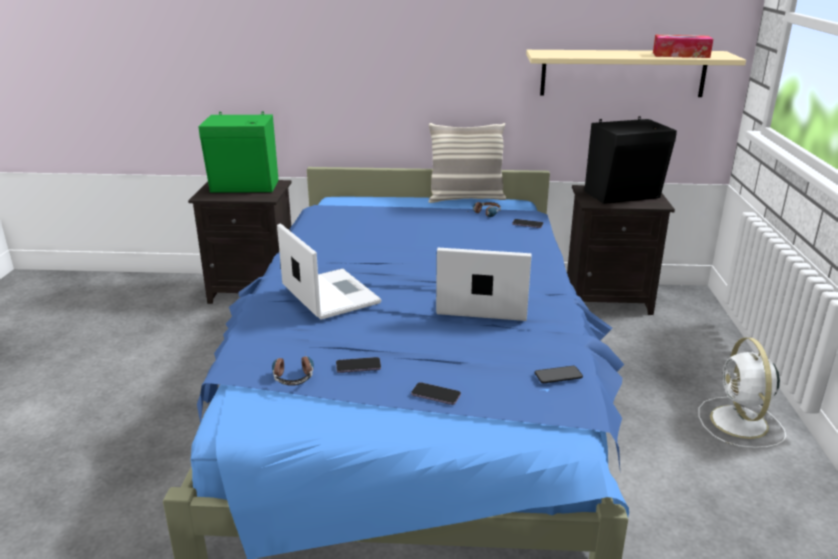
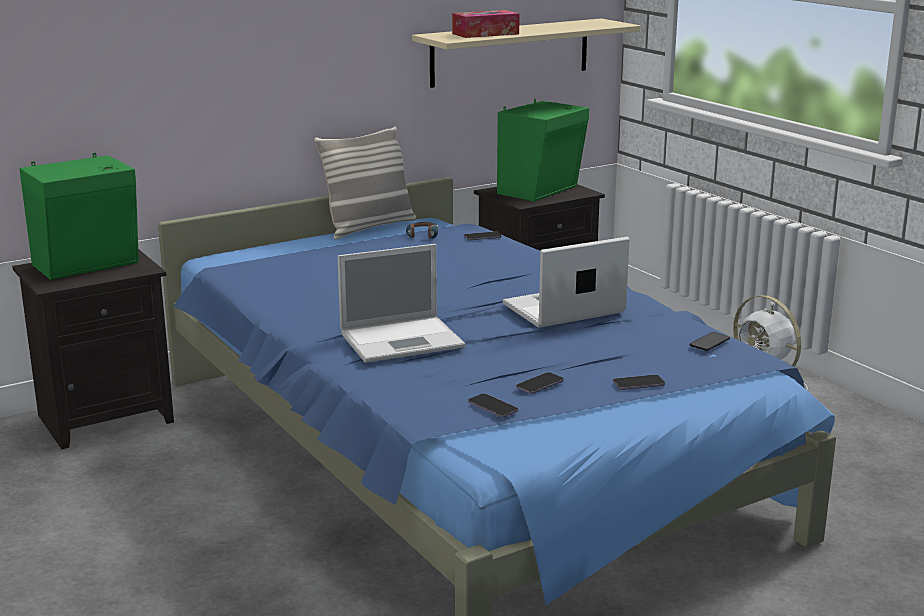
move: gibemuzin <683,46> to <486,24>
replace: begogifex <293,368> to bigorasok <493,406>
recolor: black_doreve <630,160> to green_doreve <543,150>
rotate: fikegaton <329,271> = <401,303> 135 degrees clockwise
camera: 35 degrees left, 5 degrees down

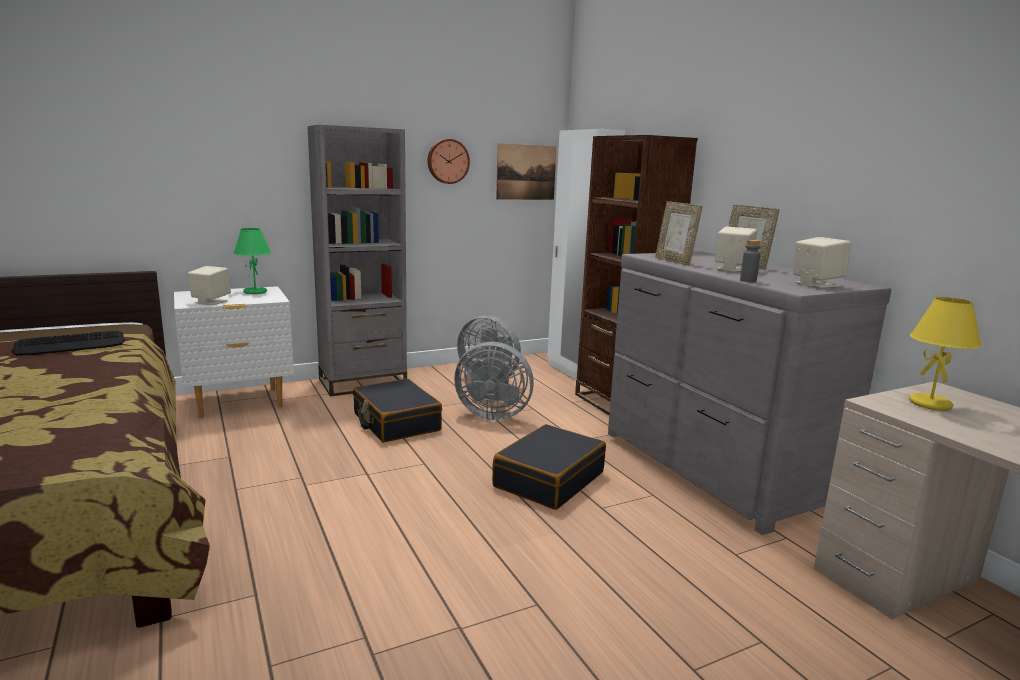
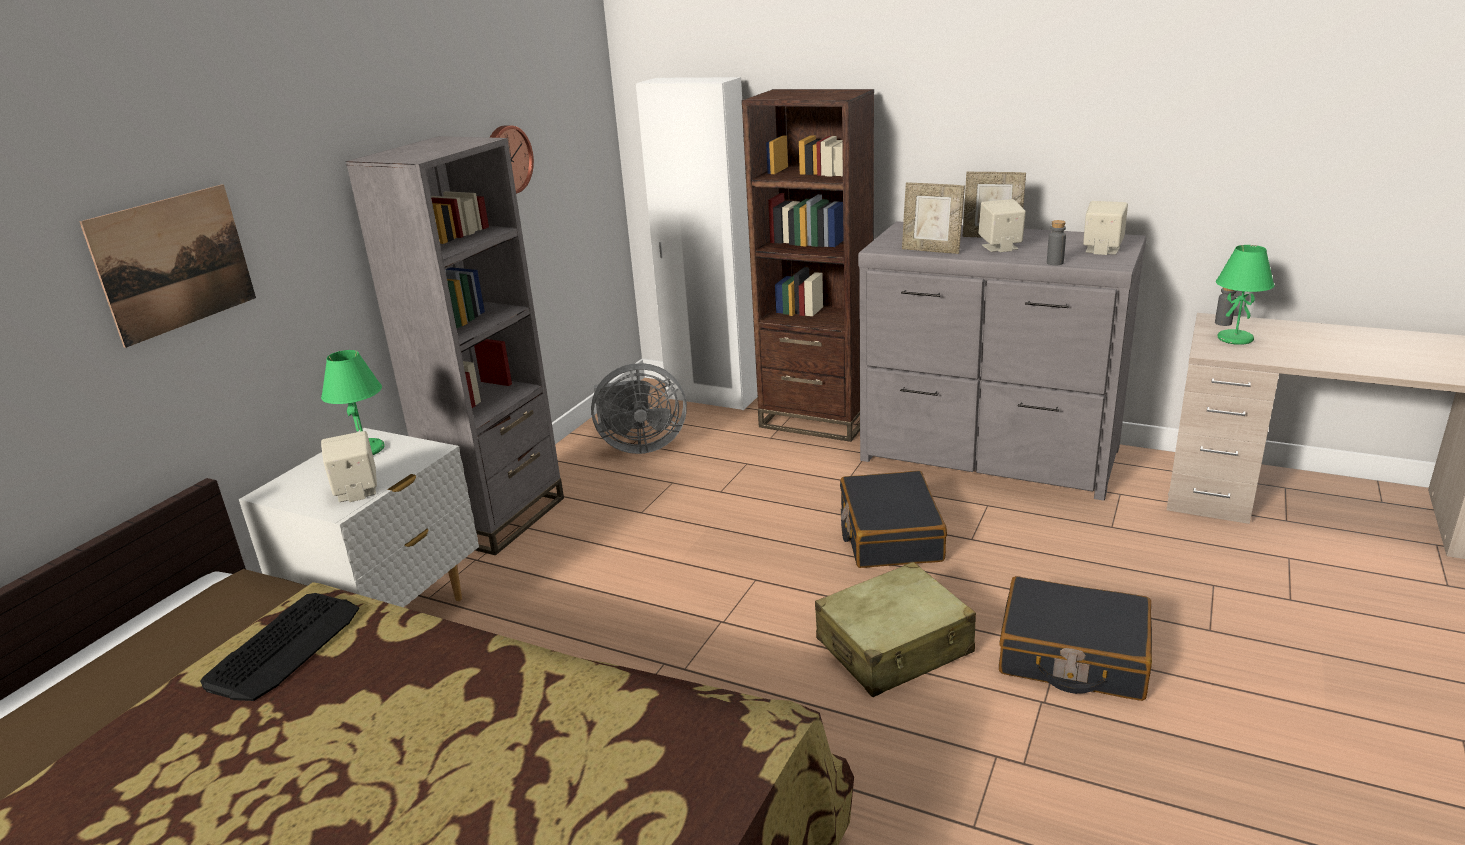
delete: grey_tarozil <494,381>
insert: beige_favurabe <895,629>; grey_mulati <1225,306>
move: black_favurabe <397,411> to <1075,638>; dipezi <526,172> to <167,266>
recolor: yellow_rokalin <945,354> to green_rokalin <1245,295>
camera: 35 degrees left, 10 degrees up

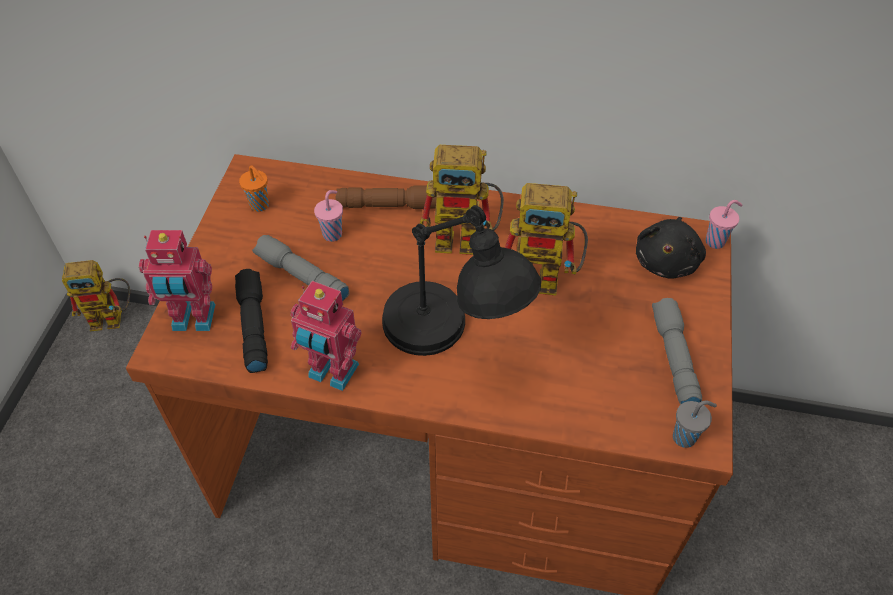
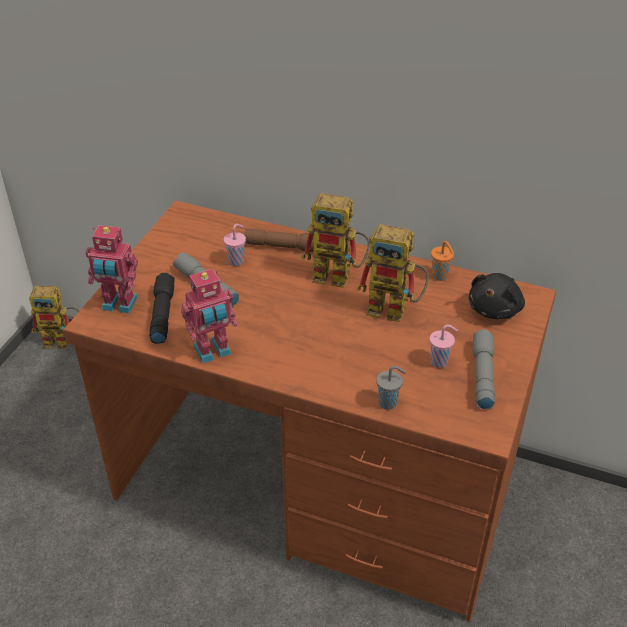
delete: black_rokalin <461,280>
move: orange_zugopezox <254,188> to <442,261>; grey_zugopezox <695,424> to <391,388>; pink_zugopezox <724,224> to <443,346>
rotate: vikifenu <326,336> = <209,316> 60 degrees counterclockwise
camera: 10 degrees right, 10 degrees down

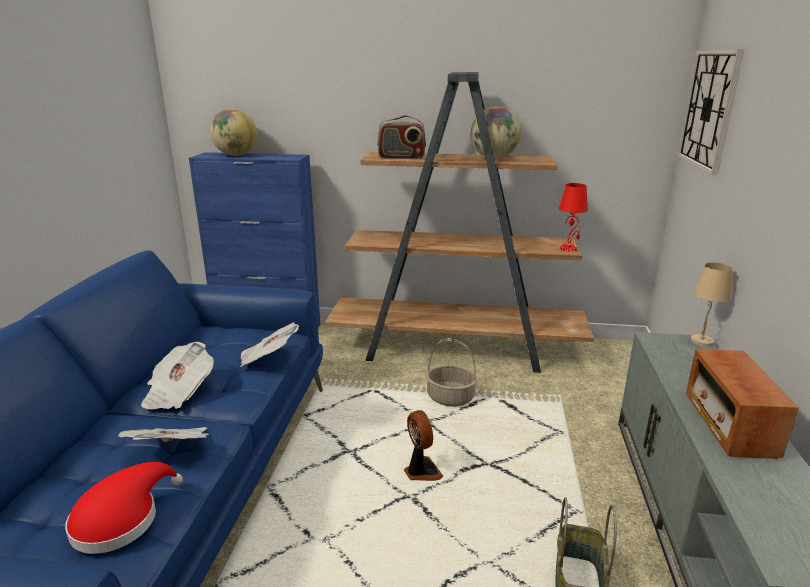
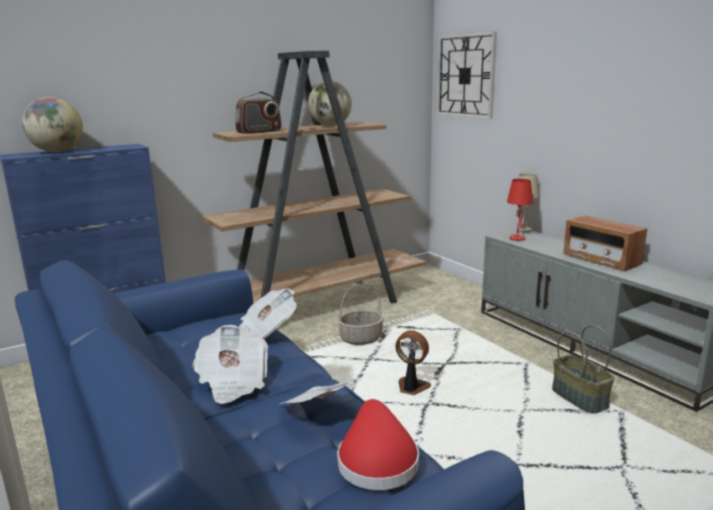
move: red_rokalin <573,217> to <520,210>
camera: 40 degrees left, 5 degrees down

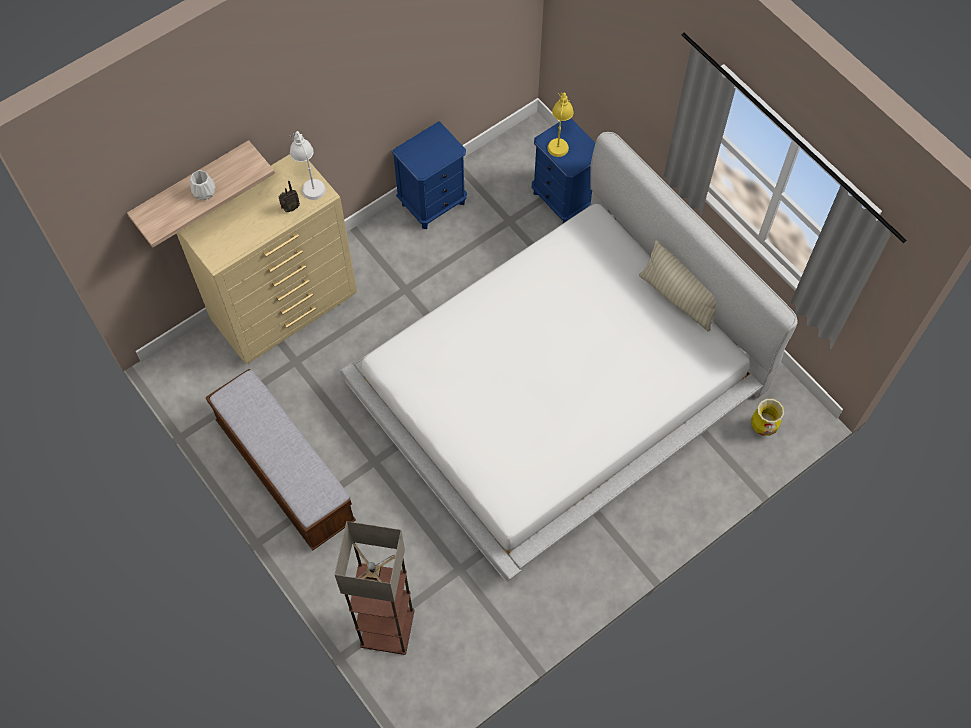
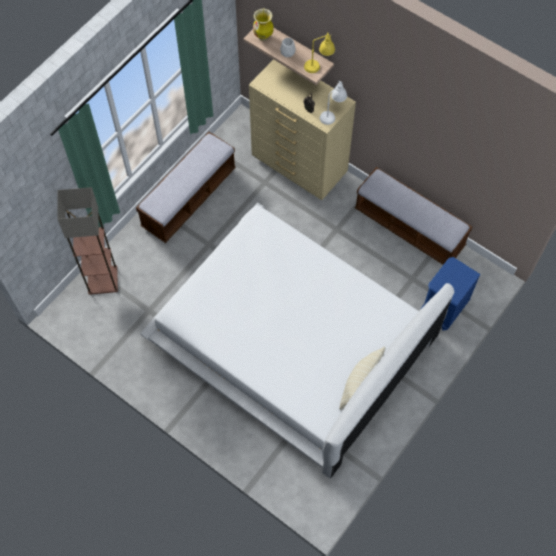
move: yellow_rokalin <560,125> to <319,53>; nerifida <767,417> to <263,24>
replace: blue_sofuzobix <429,175> to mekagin <413,216>
camera: 75 degrees right, 0 degrees up

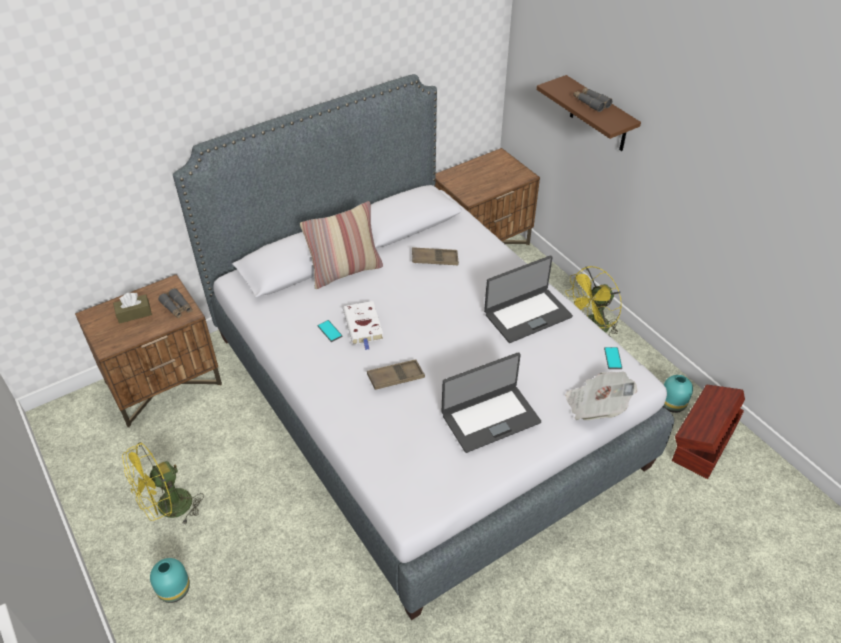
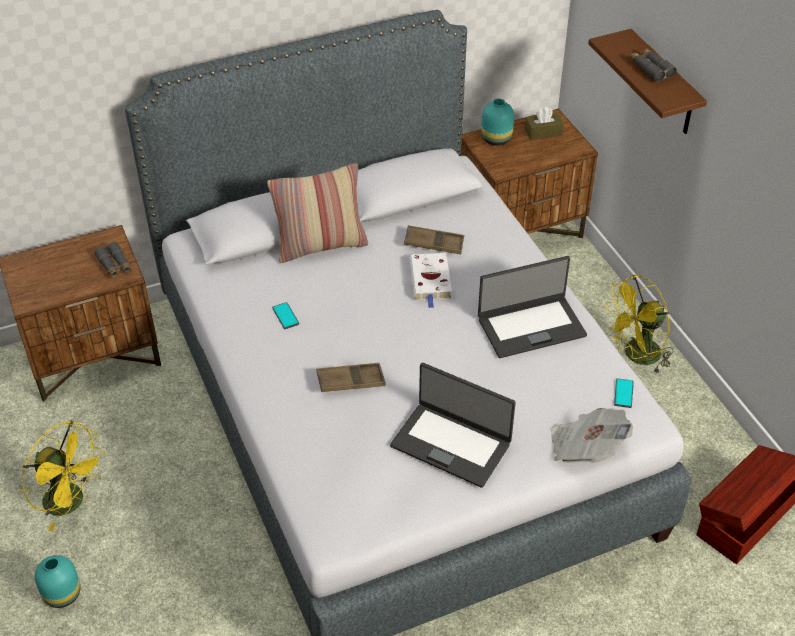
move: brown_gibemuzin <132,308> to <544,123>; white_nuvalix <363,325> to <430,280>; turquoise_nerifida <678,394> to <497,122>
rotate: yellow_tarozil <163,484> = <63,476> 120 degrees counterclockwise; fikegaton <491,402> = <453,425> 45 degrees clockwise
camera: 10 degrees right, 0 degrees up

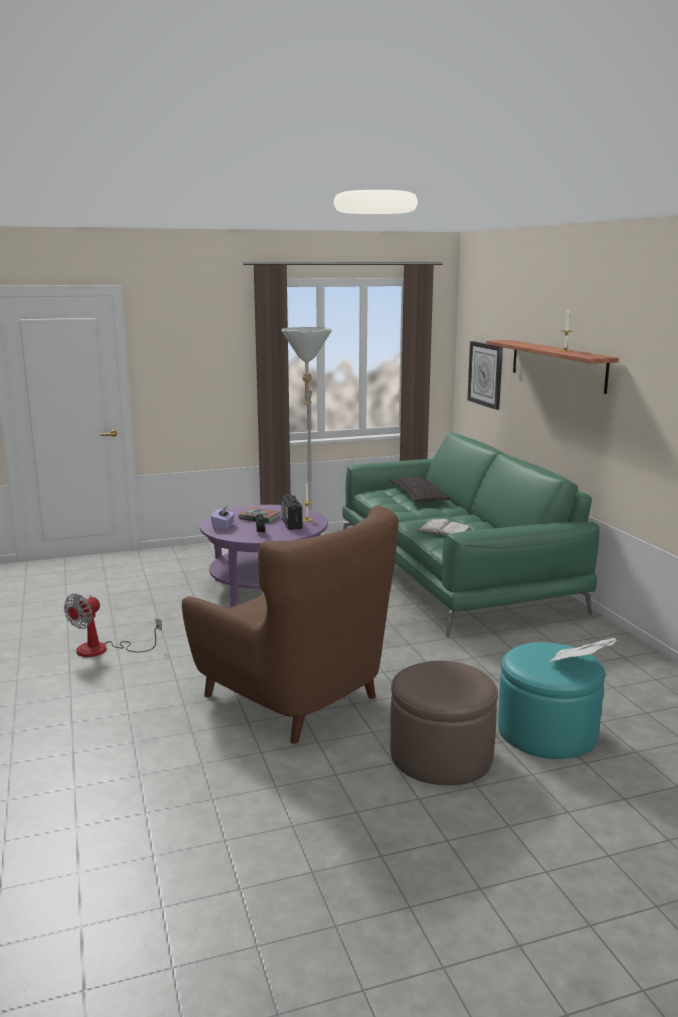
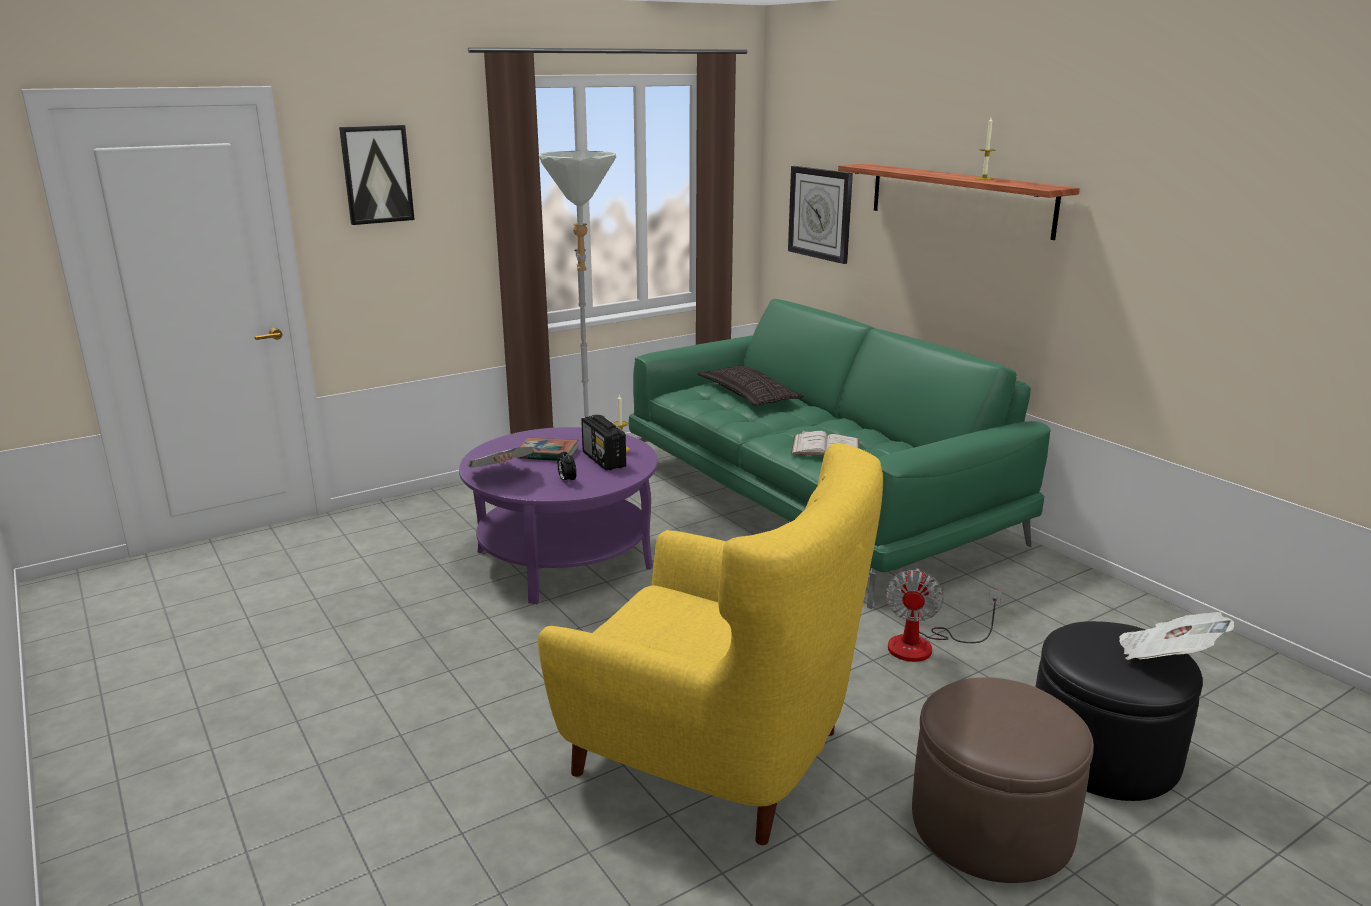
insert: dipezi <377,175>
move: tarozil <113,625> to <943,615>
replace: purple_gibemuzin <223,517> to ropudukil <501,457>
recolor: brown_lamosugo <290,624> to yellow_lamosugo <710,644>; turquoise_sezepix <551,700> to black_sezepix <1119,711>
camera: 15 degrees left, 5 degrees up

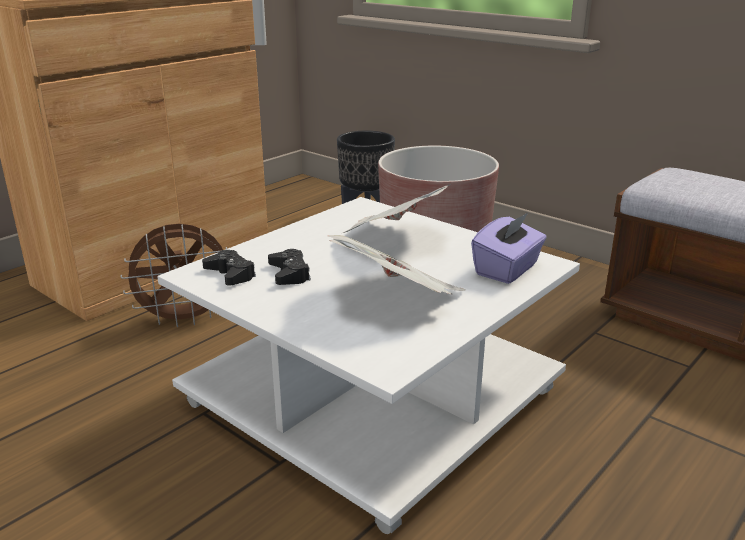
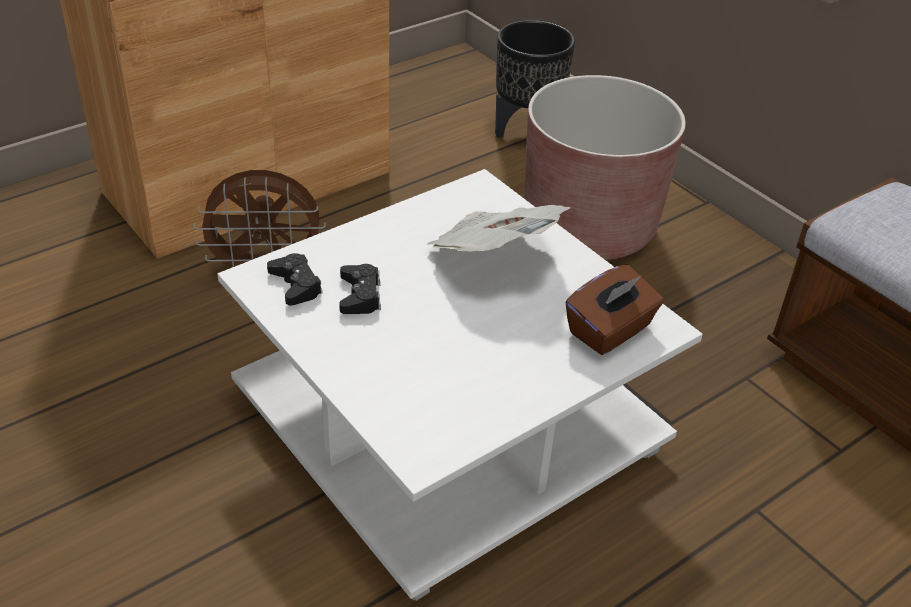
delete: ropudukil <396,265>
recolor: purple_gibemuzin <509,248> to brown_gibemuzin <615,310>
camera: 10 degrees right, 15 degrees up

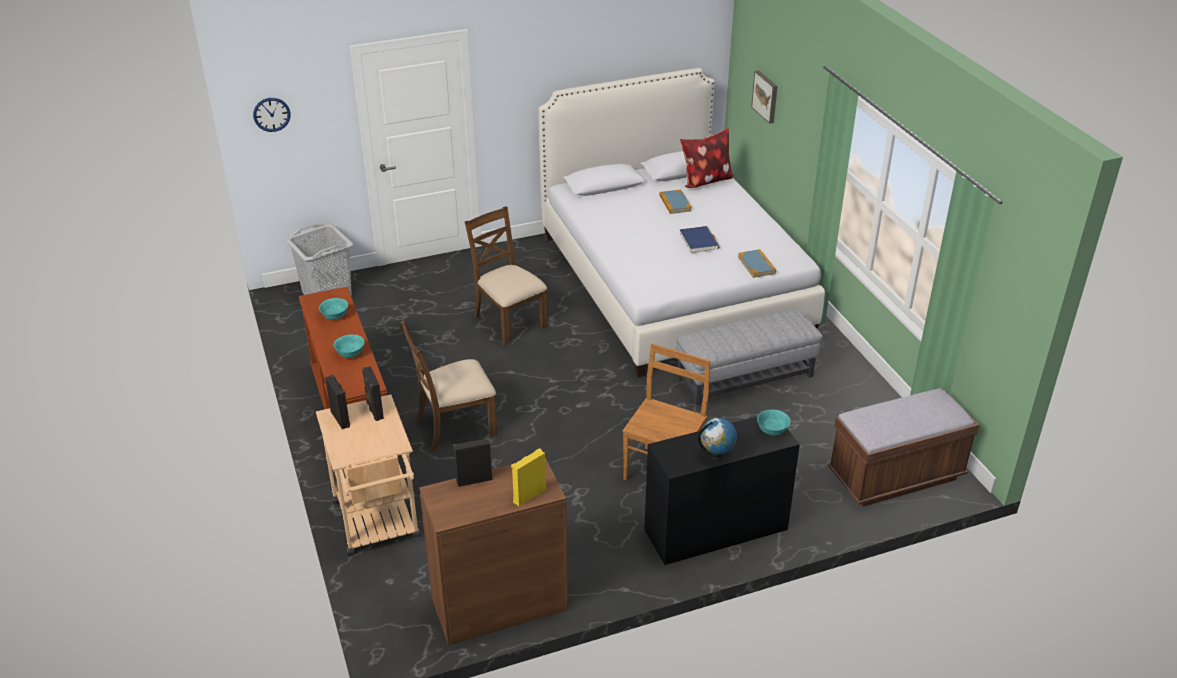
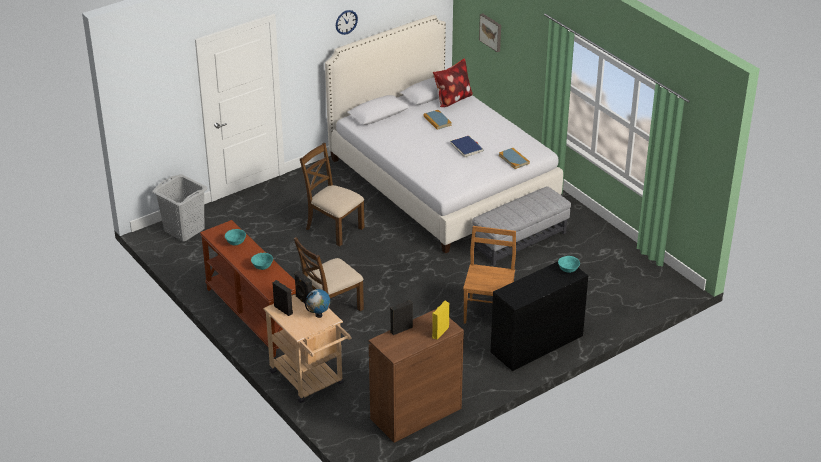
delete: brown_mekagin <903,447>
move: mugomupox <272,115> to <347,22>; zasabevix <717,439> to <317,303>
camera: 15 degrees left, 0 degrees up

